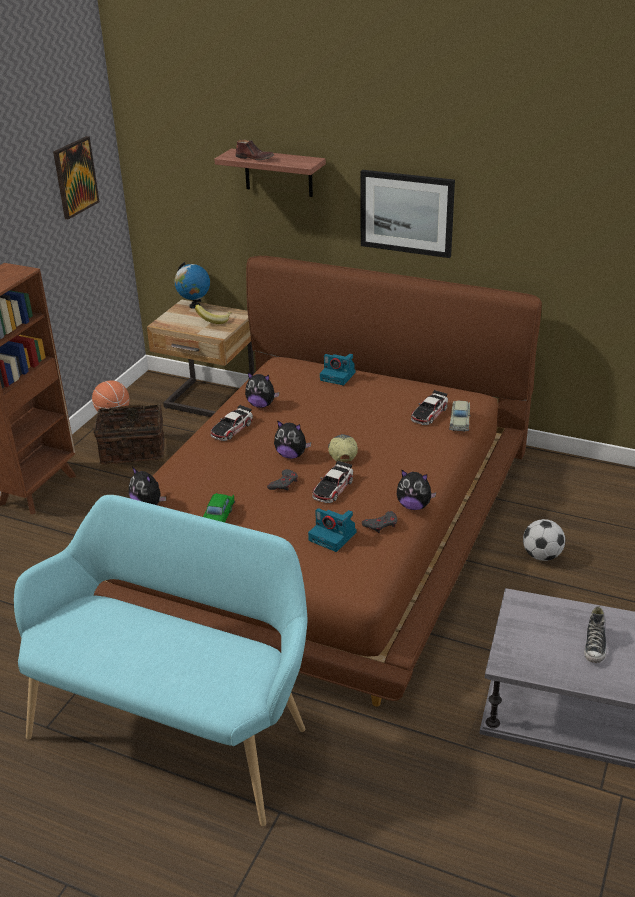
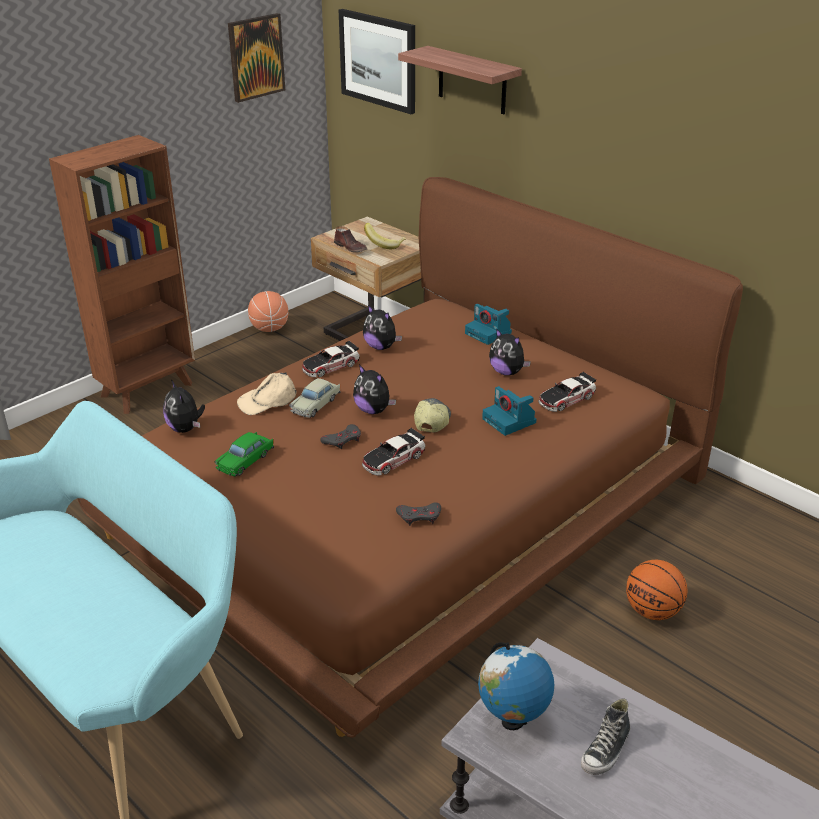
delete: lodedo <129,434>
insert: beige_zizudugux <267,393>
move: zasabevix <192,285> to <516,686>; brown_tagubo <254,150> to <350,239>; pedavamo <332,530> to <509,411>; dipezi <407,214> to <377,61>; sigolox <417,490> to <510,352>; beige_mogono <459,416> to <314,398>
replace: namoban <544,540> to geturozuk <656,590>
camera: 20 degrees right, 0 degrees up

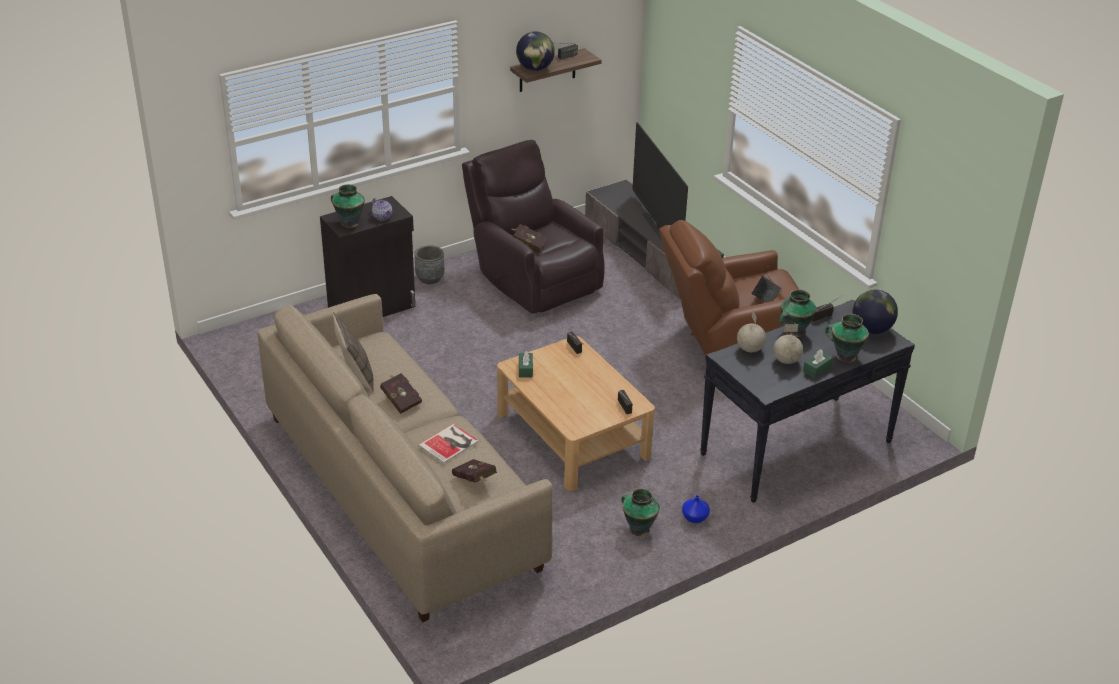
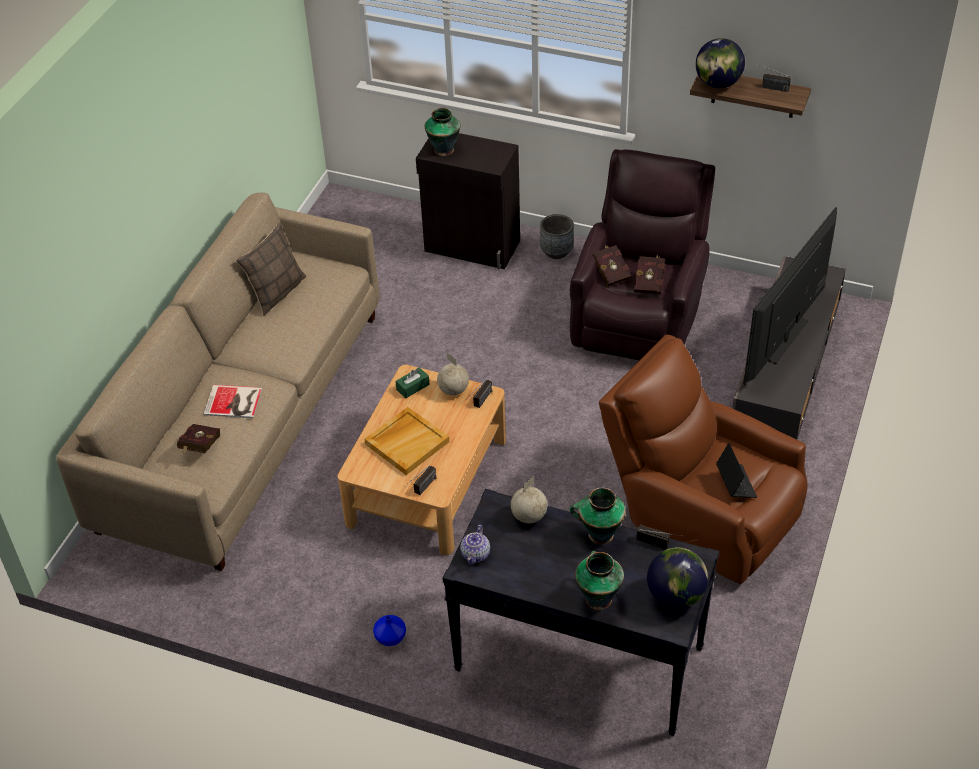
delete: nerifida <640,512>; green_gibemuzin <818,363>
insert: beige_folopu <406,441>
move: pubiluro <382,209> to <475,545>; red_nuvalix <401,393> to <649,274>; zasabevix <788,344> to <453,373>
rotate: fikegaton <766,282> = <736,470> 90 degrees counterclockwise
camera: 55 degrees right, 10 degrees up

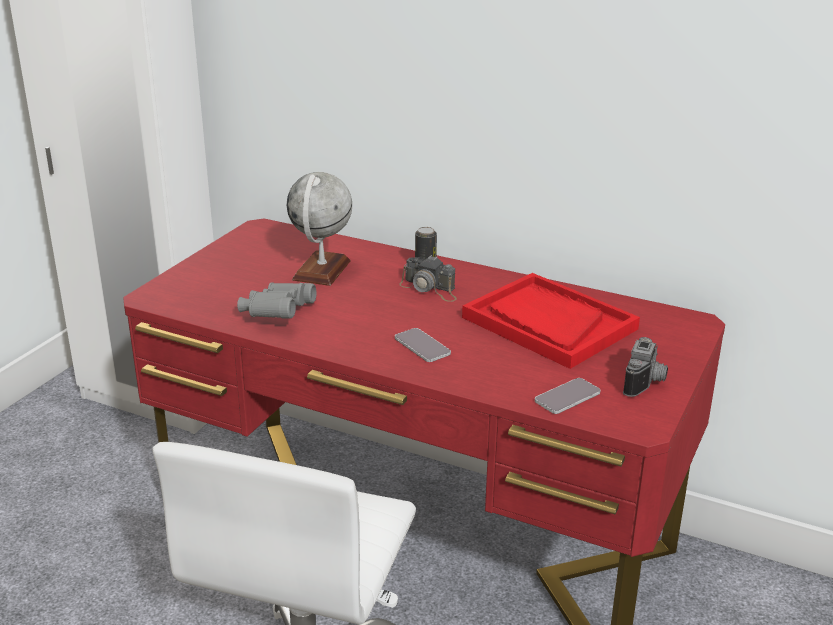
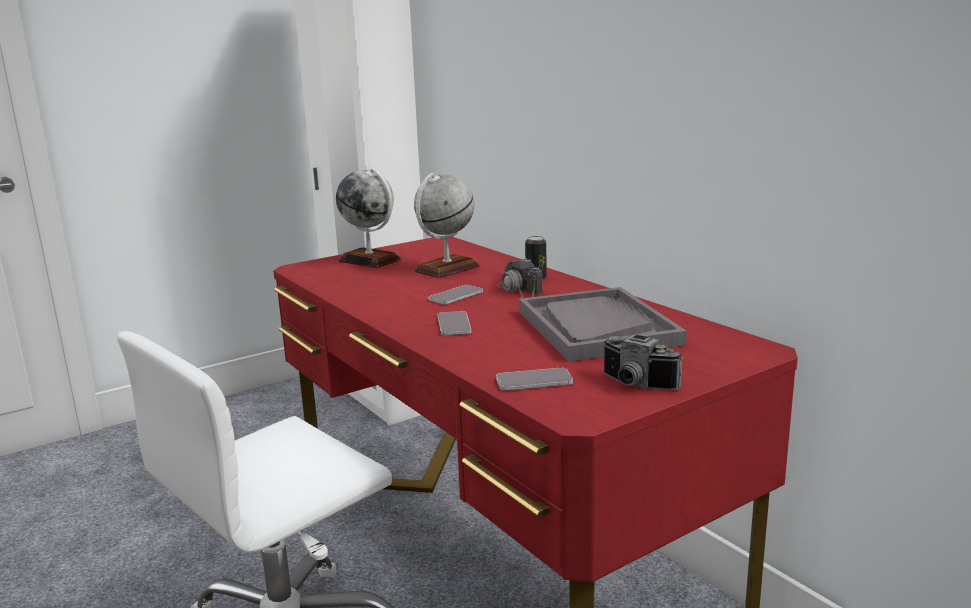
delete: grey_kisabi <277,300>
insert: zasabevix <368,217>; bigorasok <455,294>
recolor: red_folopu <551,321> to grey_folopu <603,324>
rotate: pedavamo <645,367> = <643,362> 75 degrees clockwise
camera: 30 degrees right, 10 degrees down

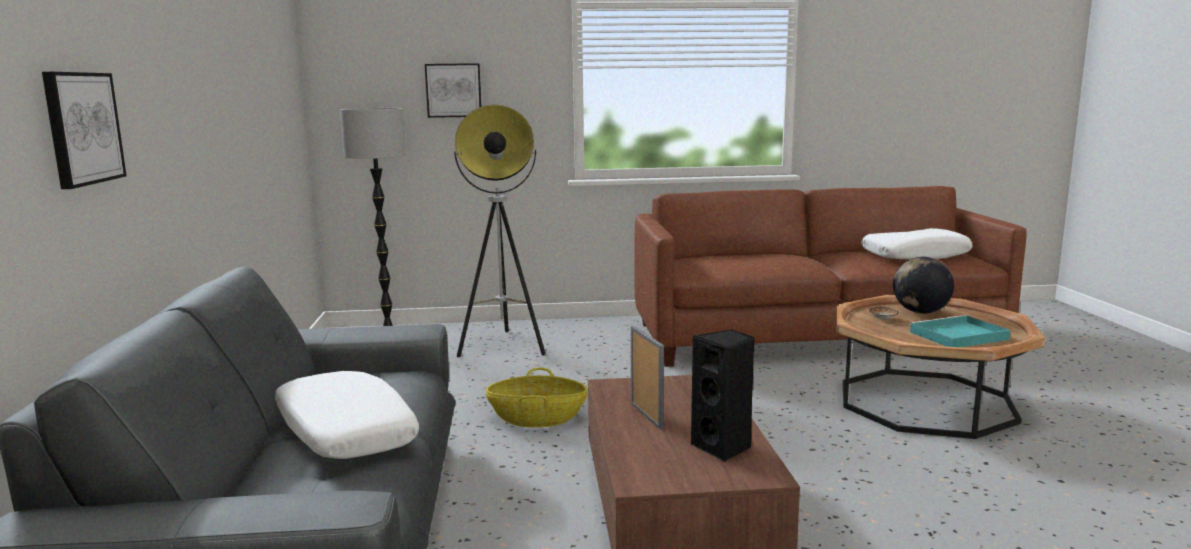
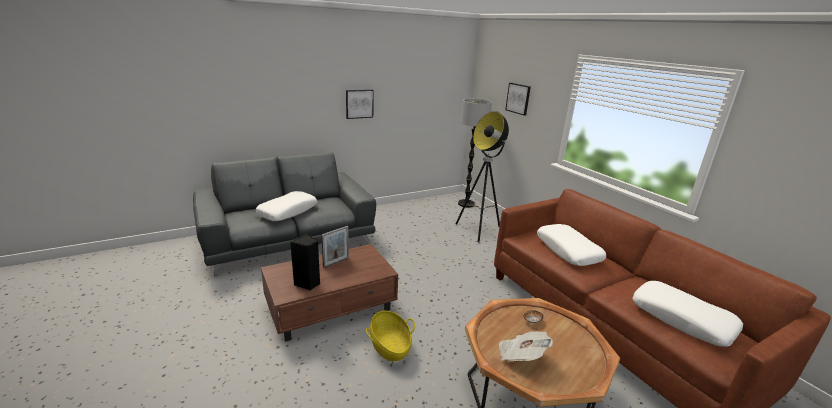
delete: zasabevix <923,285>
insert: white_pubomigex <571,245>
move: dipezi <84,130> to <360,104>; lodedo <537,398> to <390,336>
replace: turquoise_folopu <959,331> to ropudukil <526,346>
camera: 65 degrees right, 10 degrees up

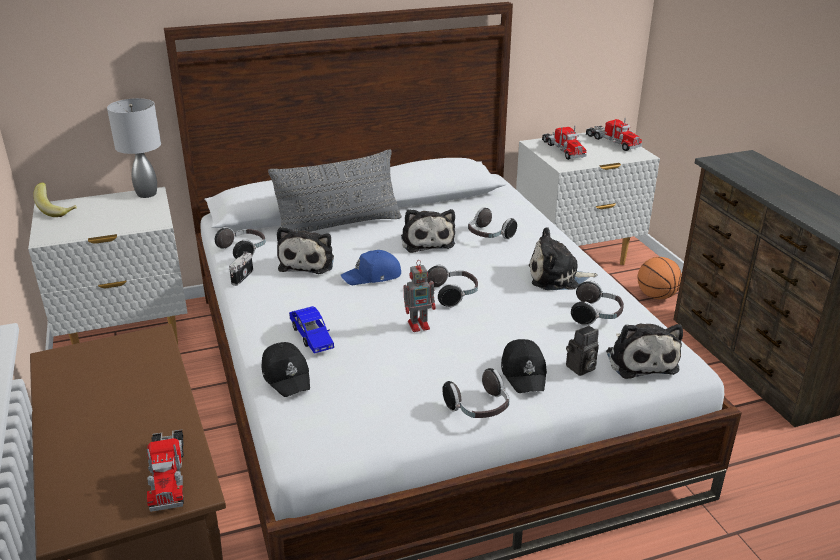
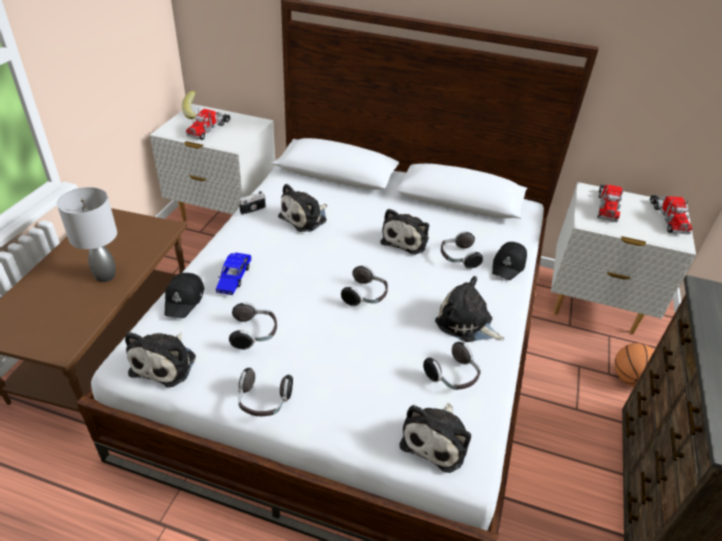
delete: grey_pubomigex <335,190>; blue_zizudugux <371,267>; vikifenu <419,296>; pedavamo <582,350>
insert: sigolox <160,359>
move: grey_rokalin <134,148> to <87,234>; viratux <165,471> to <208,124>; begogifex <240,243> to <253,326>; black_zizudugux <524,366> to <509,261>
camera: 35 degrees right, 10 degrees up

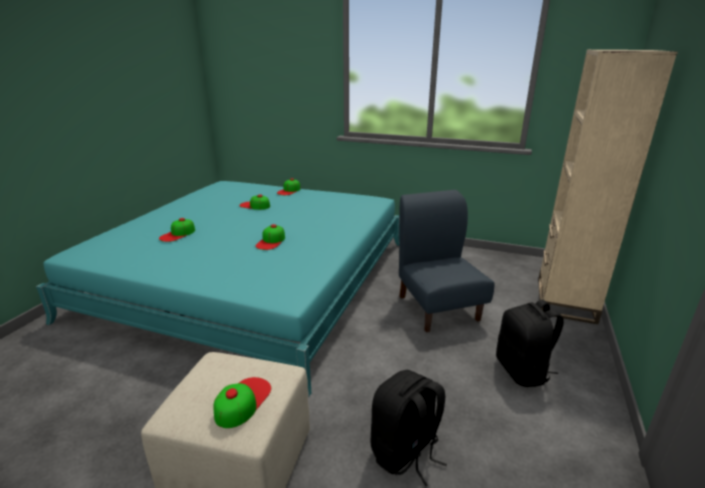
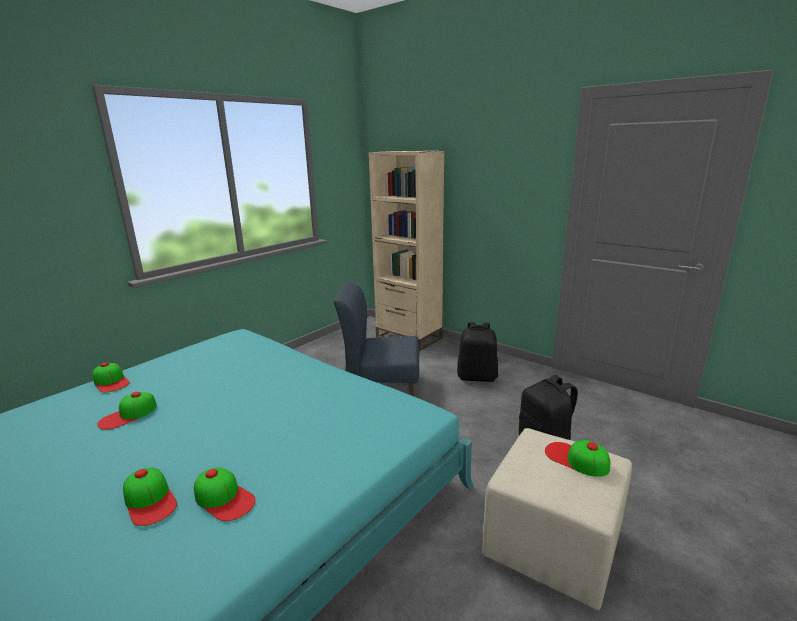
move: zizudugux <270,237> to <225,494>
camera: 70 degrees left, 5 degrees down

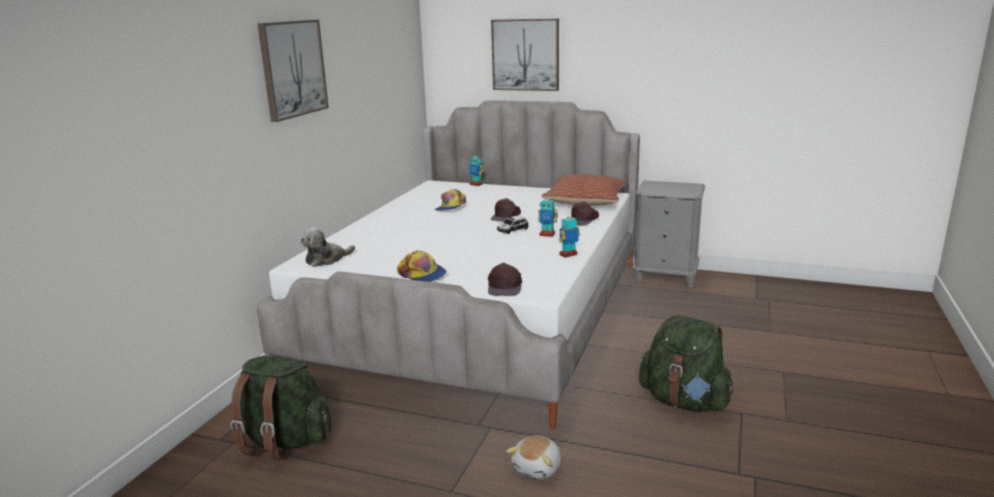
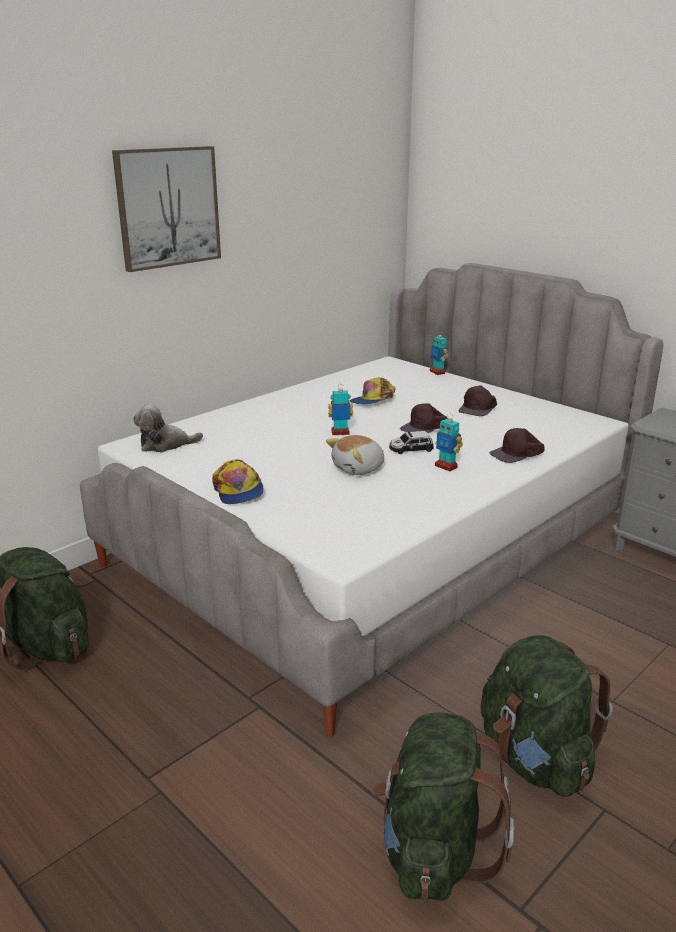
delete: dipezi <525,55>; pubomigex <584,190>
insert: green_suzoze <442,807>
move: brown_zizudugux <505,279> to <478,400>; sigolox <533,457> to <355,455>; vikifenu <569,236> to <340,412>
camera: 25 degrees right, 5 degrees up

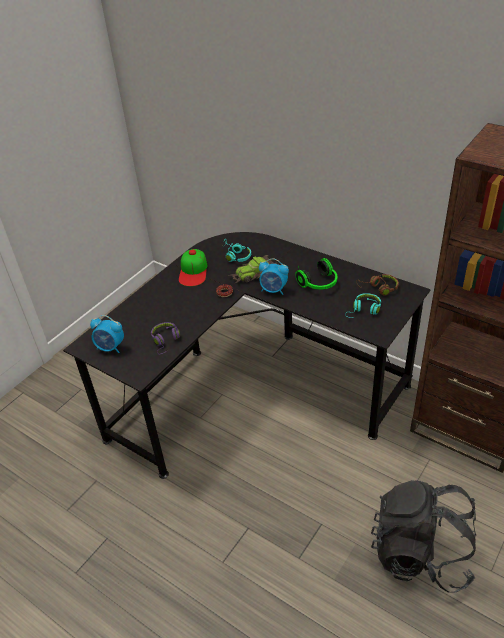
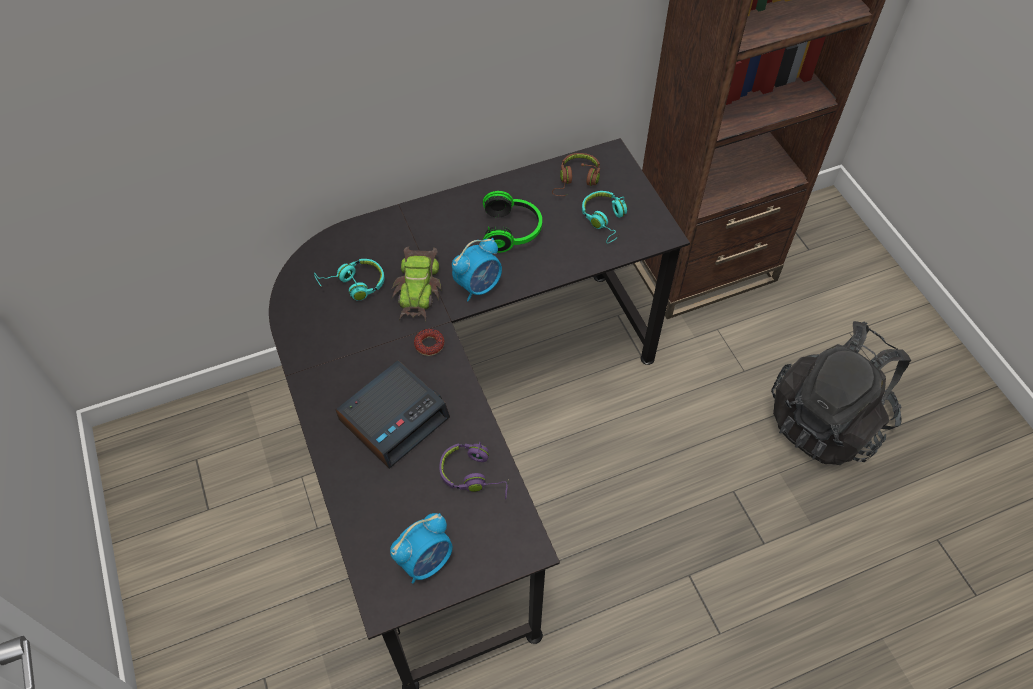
delete: zizudugux <193,267>
insert: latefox <392,414>
camera: 60 degrees left, 15 degrees up

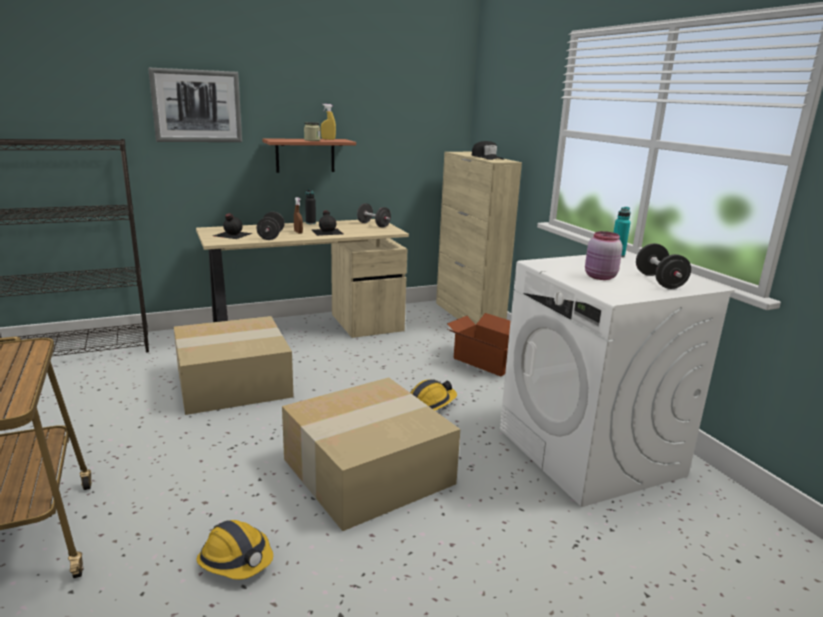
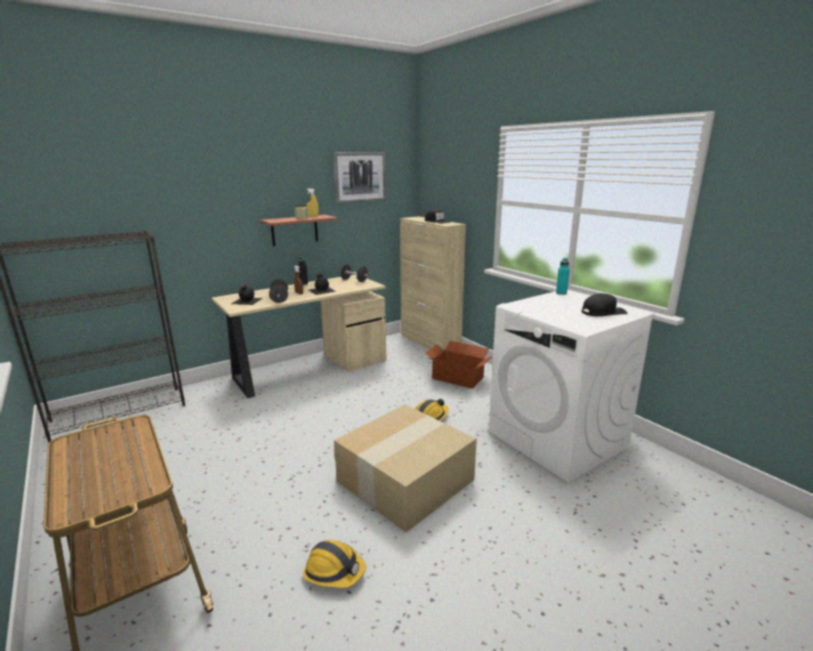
delete: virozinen <234,365>; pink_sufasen <604,255>
move: dipezi <195,104> to <360,178>
replace: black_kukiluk <663,266> to black_zizudugux <604,304>
camera: 10 degrees left, 0 degrees up

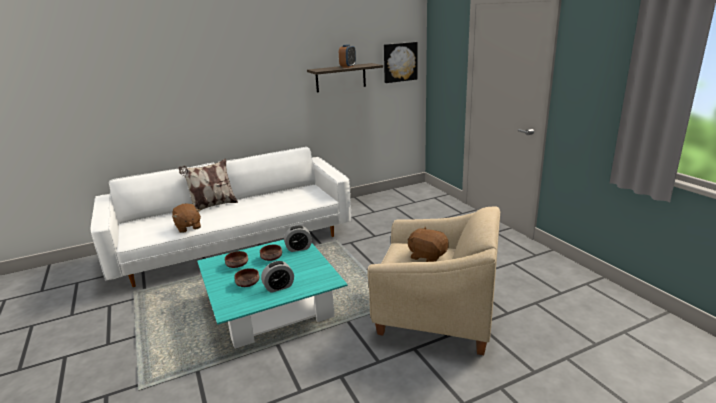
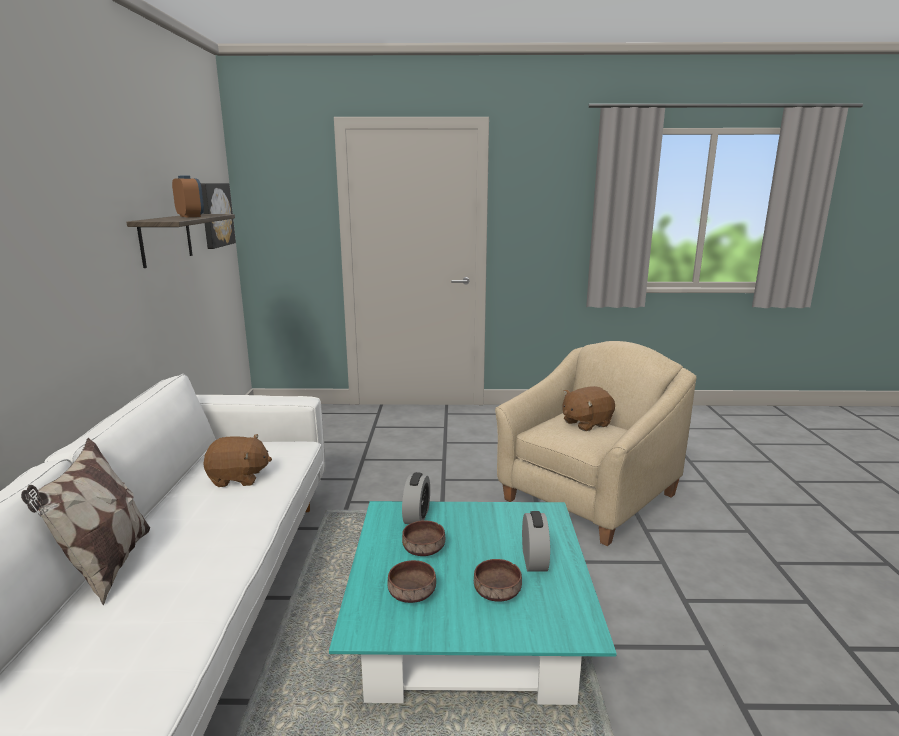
move: brown_sigolox <186,218> to <237,460>
camera: 65 degrees left, 5 degrees down

